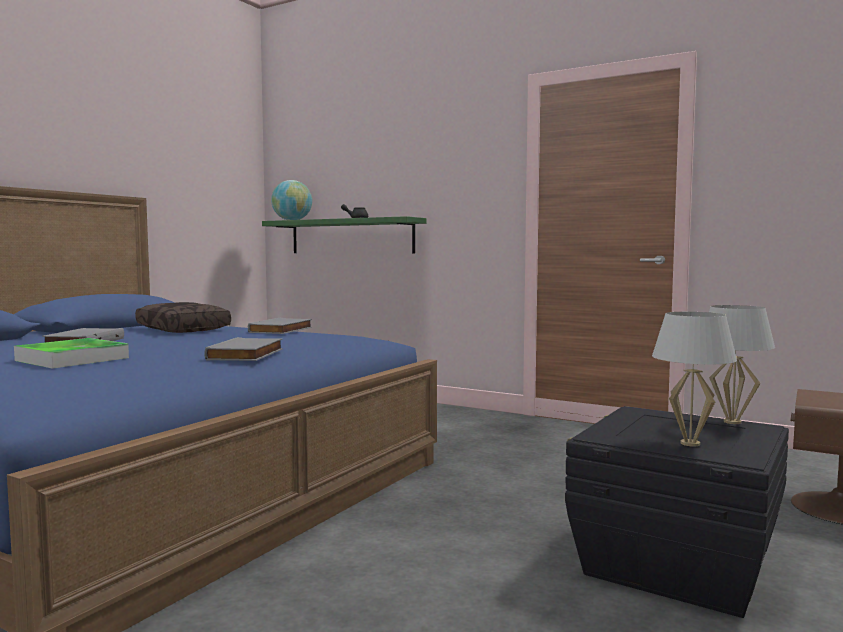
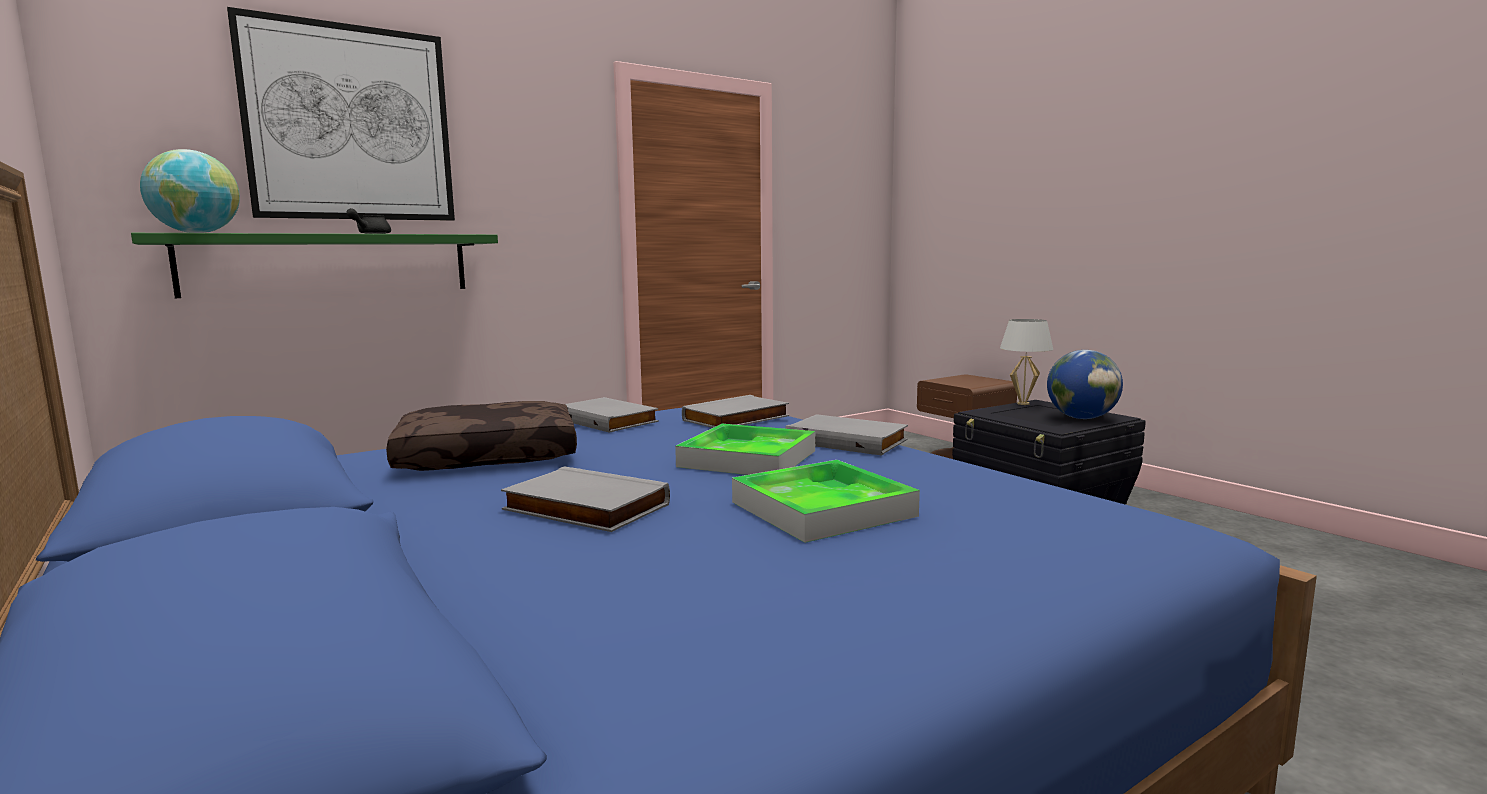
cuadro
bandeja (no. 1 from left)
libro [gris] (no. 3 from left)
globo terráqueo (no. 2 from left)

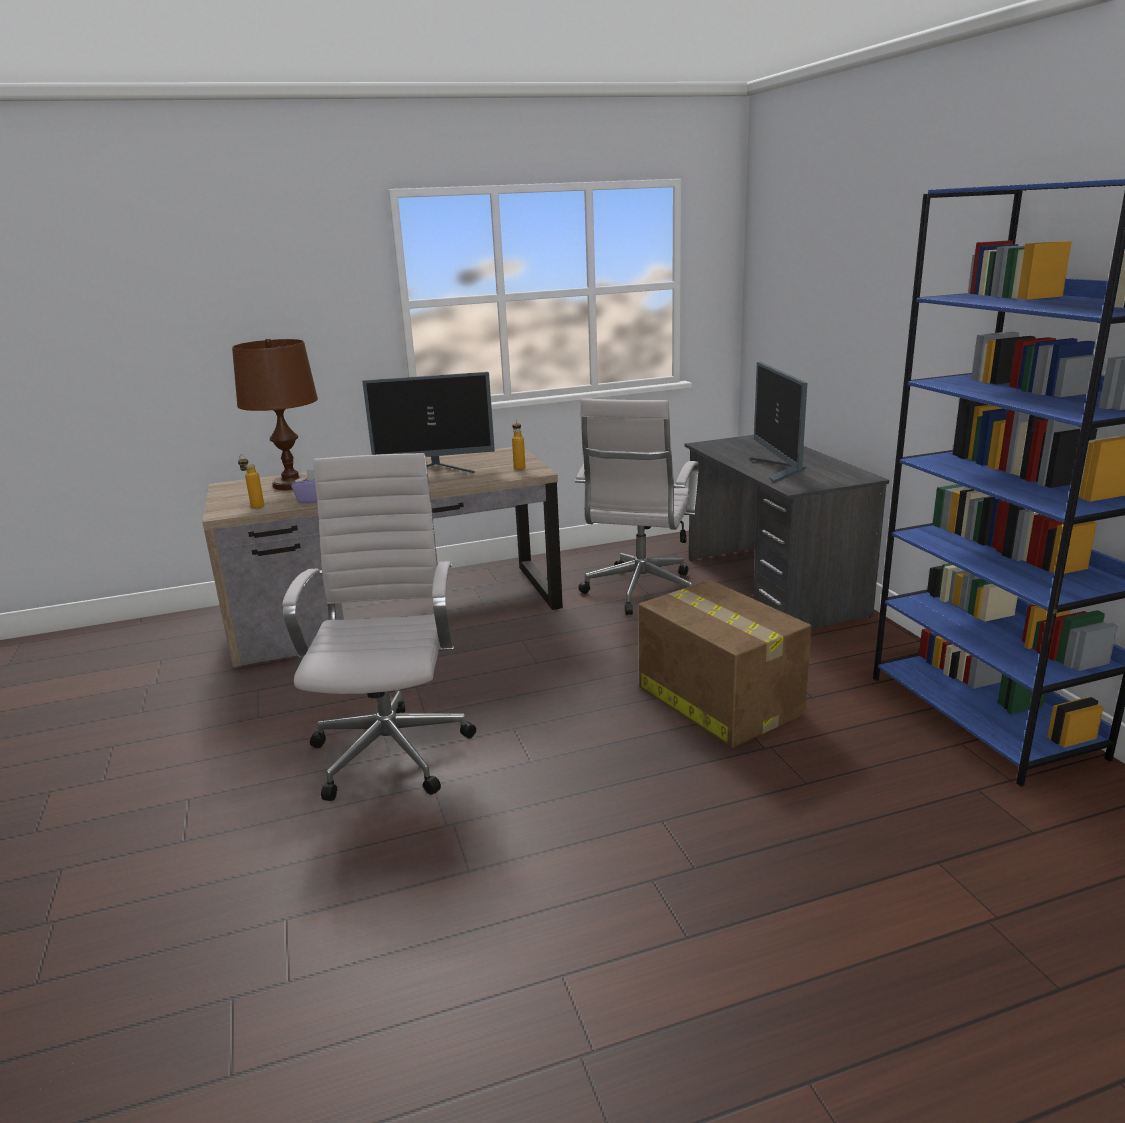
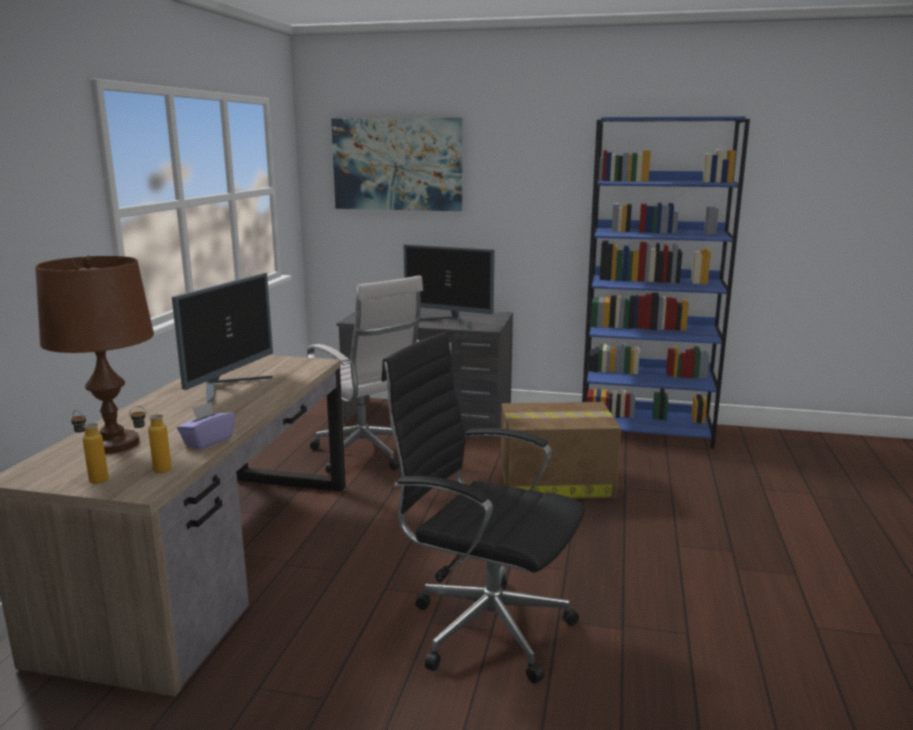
cuadro
botella (no. 1 from left)
silla de oficina [negro]

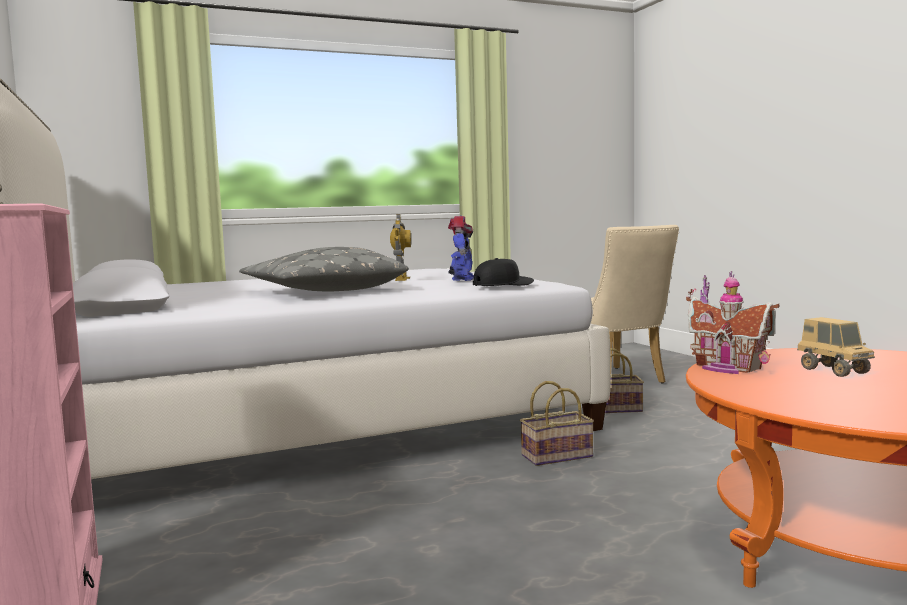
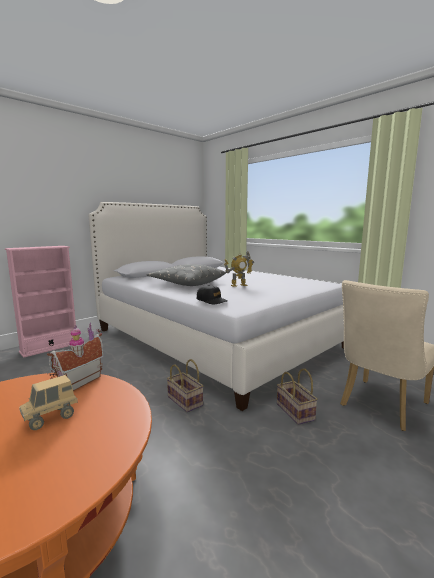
robot de juguete (no. 2 from left in the first image)

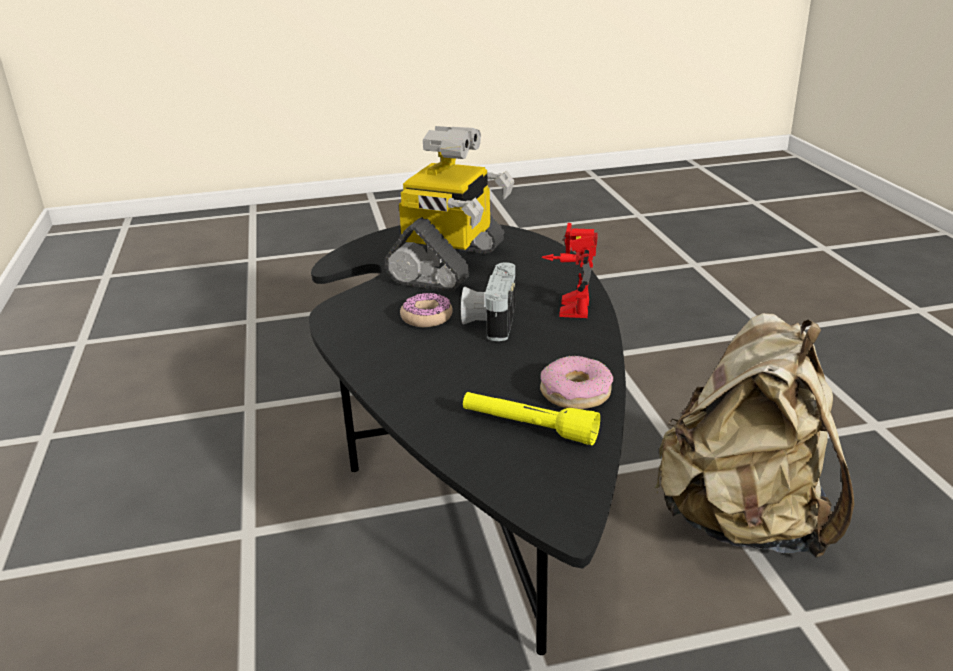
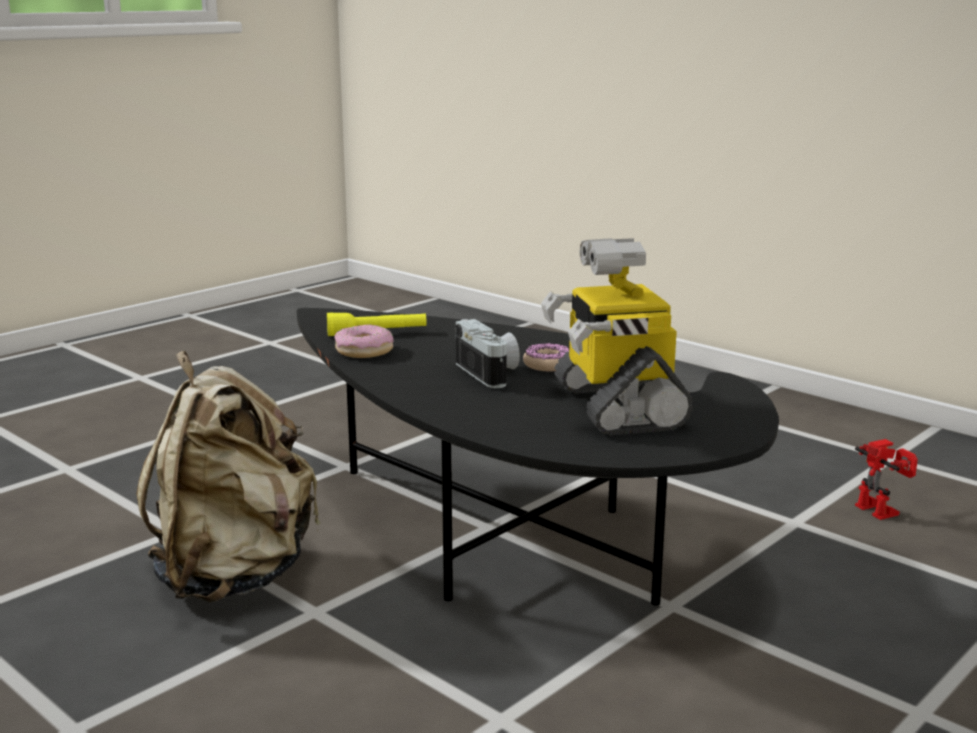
robot de juguete (no. 2 from left)

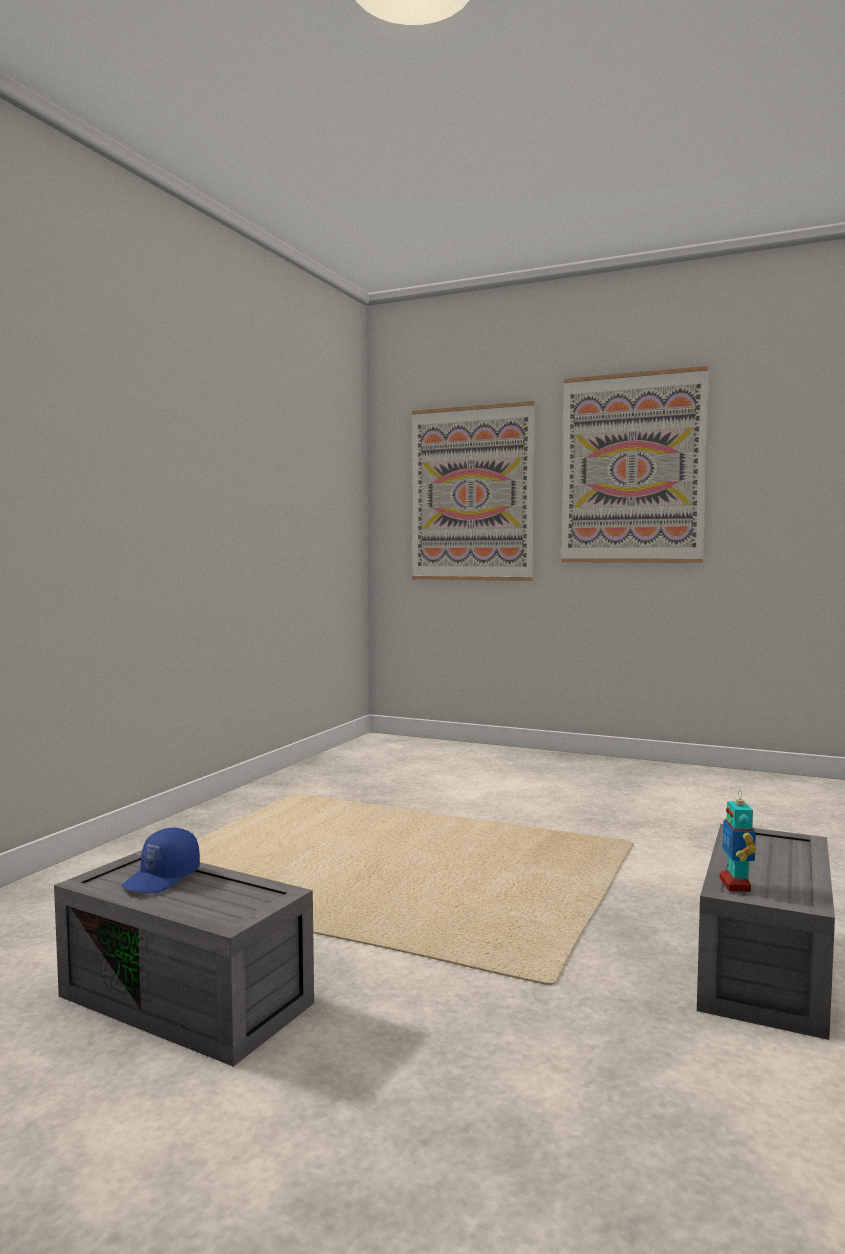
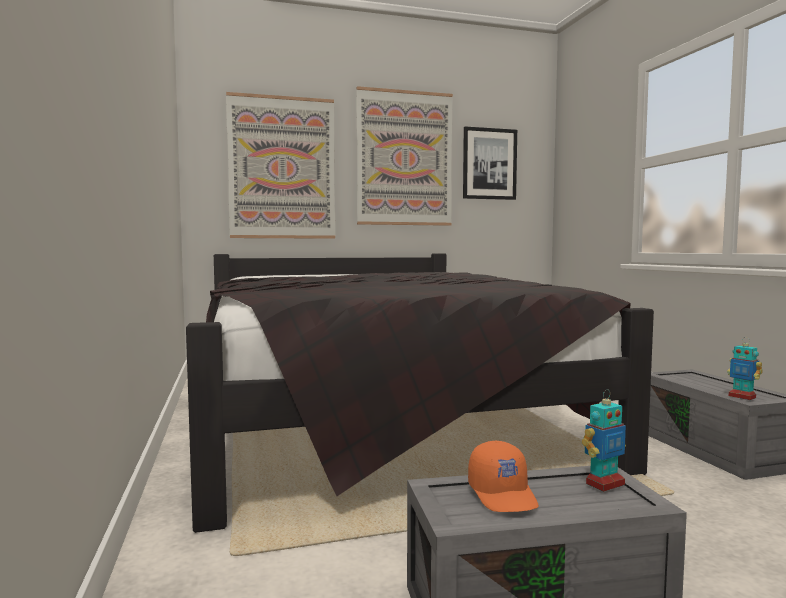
cama [negro]
cuadro (no. 3 from left)
robot de juguete (no. 1 from left)
gorra [naranja]

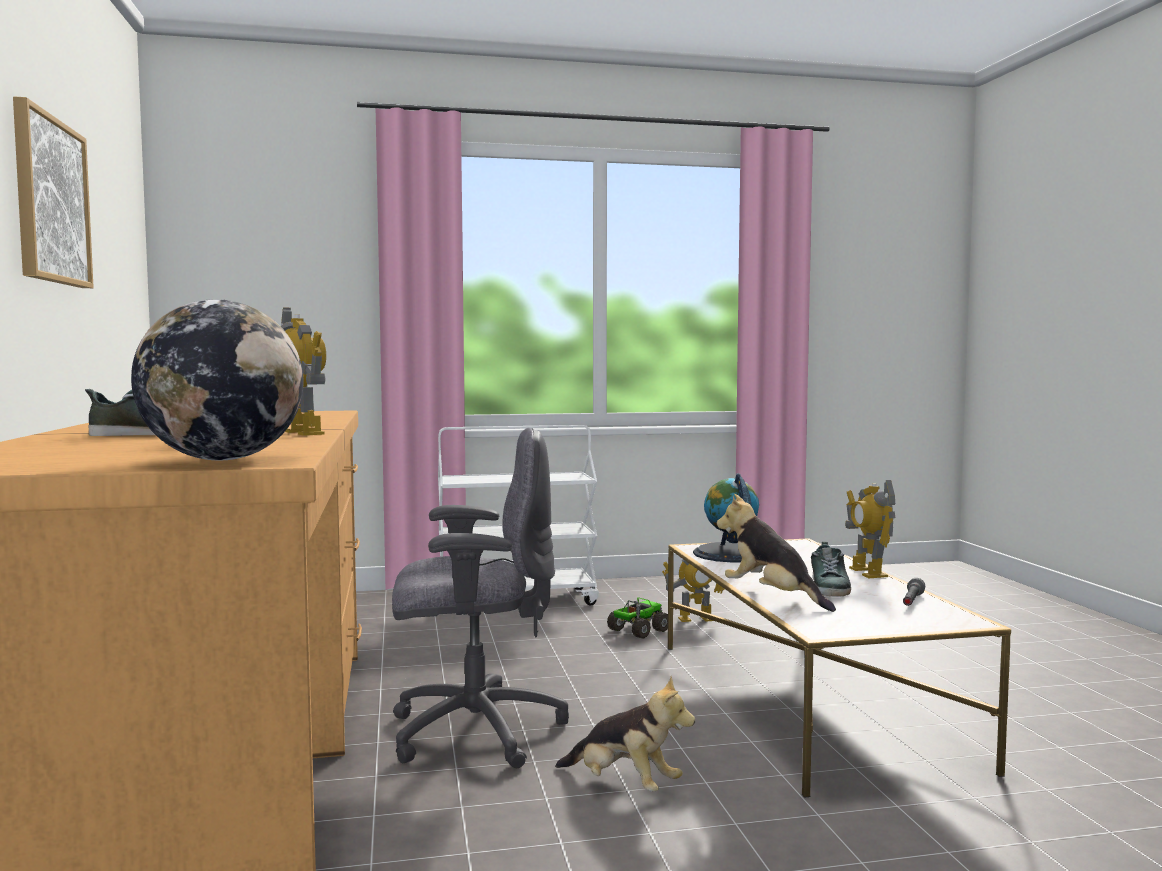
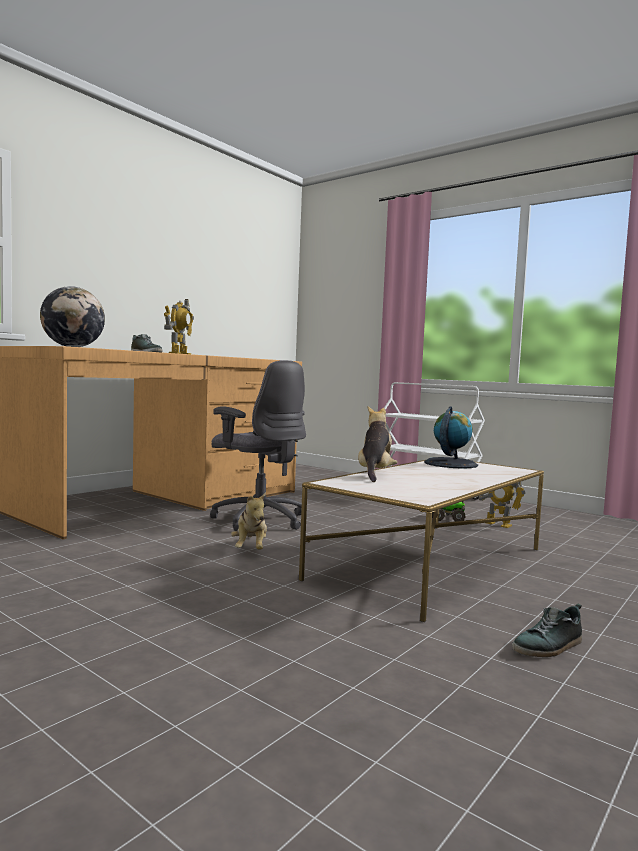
cuadro
robot de juguete (no. 3 from left in the first image)
linterna [gris]
zapato (no. 2 from left)

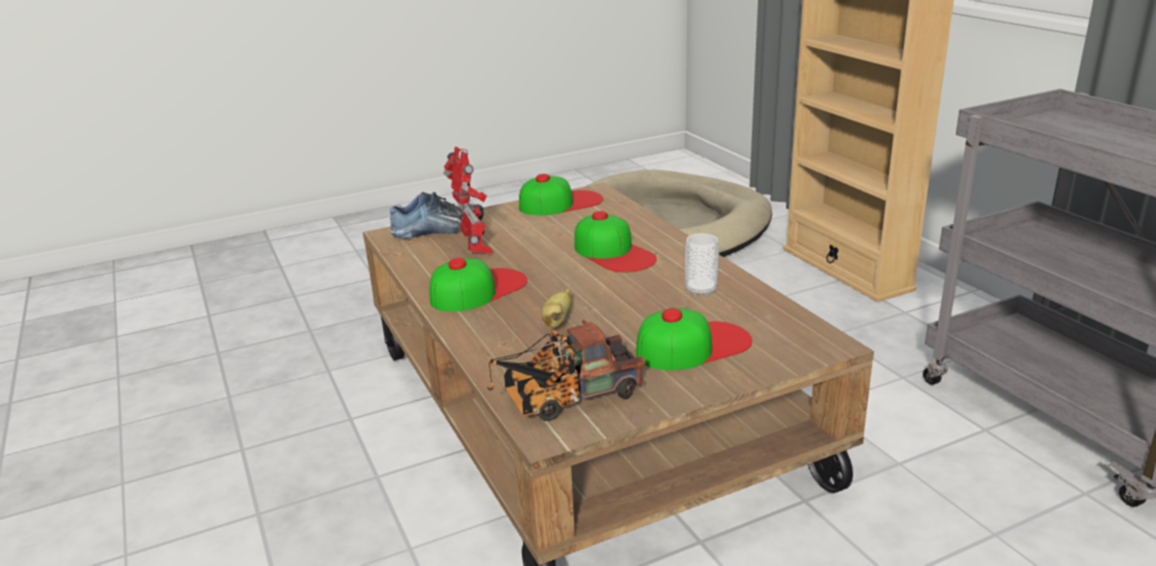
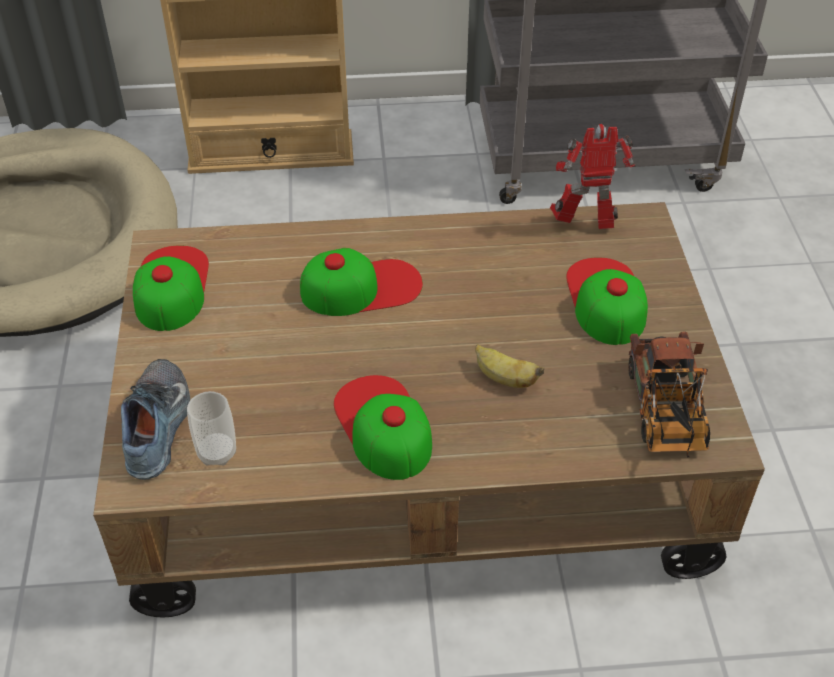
robot de juguete
taza

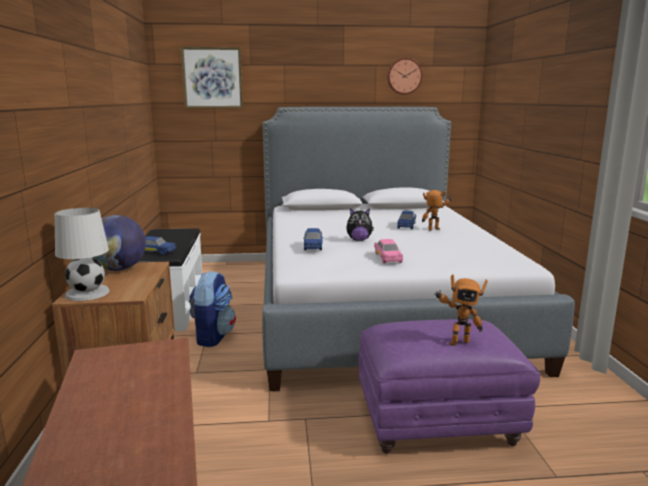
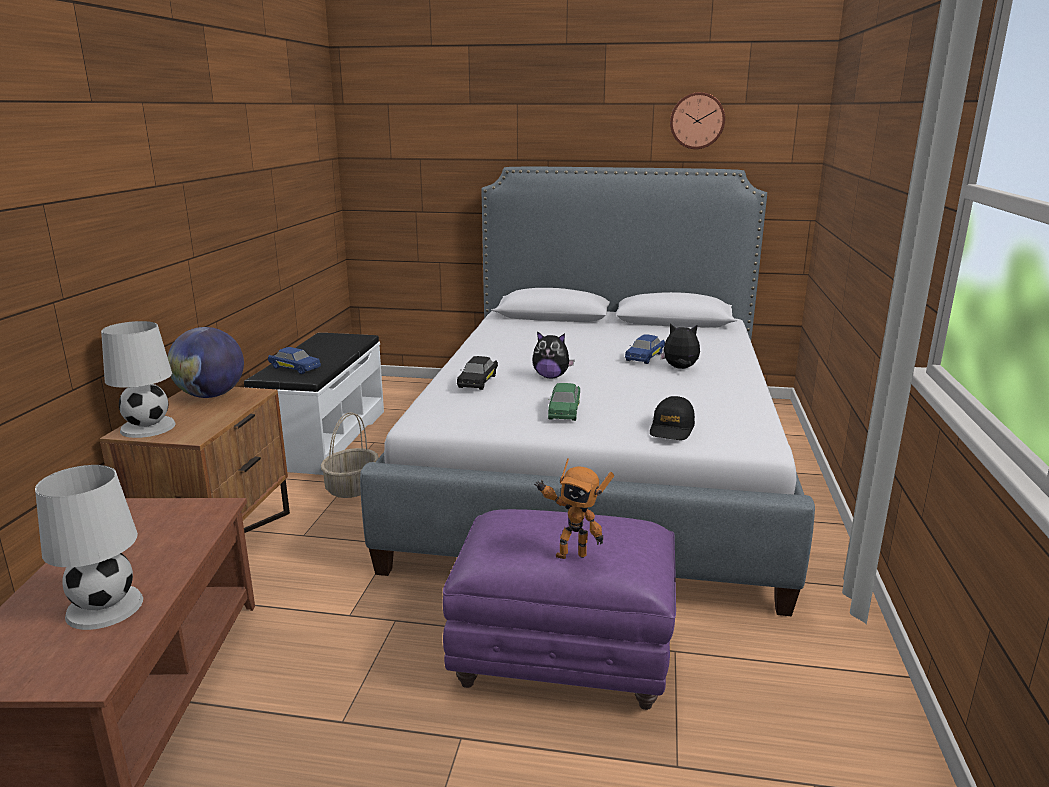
cuadro
lámpara de mesa [blanco] (no. 1 from left)
gorra [negro]
cesta
peluche (no. 2 from left)
coche de juguete [negro]
coche de juguete [verde]

